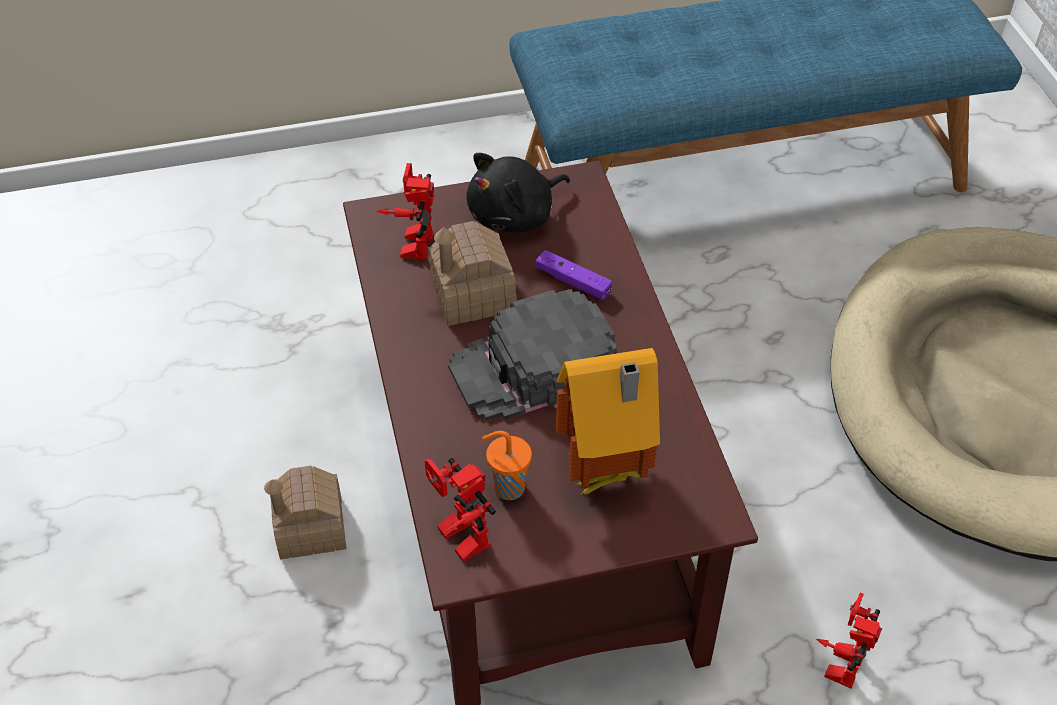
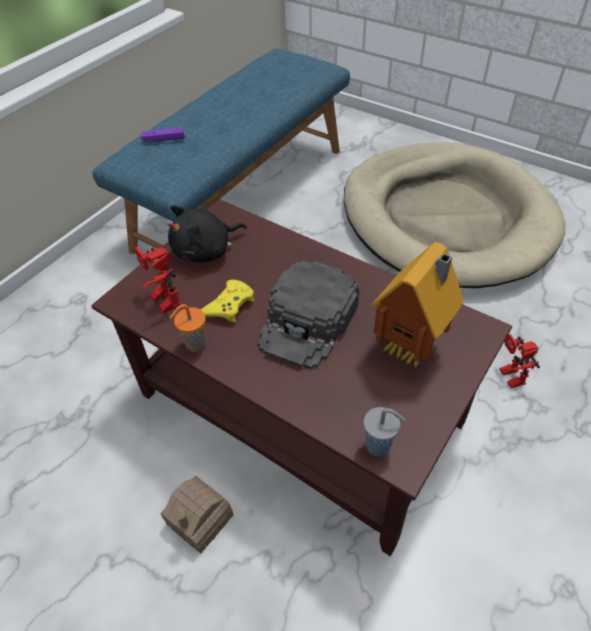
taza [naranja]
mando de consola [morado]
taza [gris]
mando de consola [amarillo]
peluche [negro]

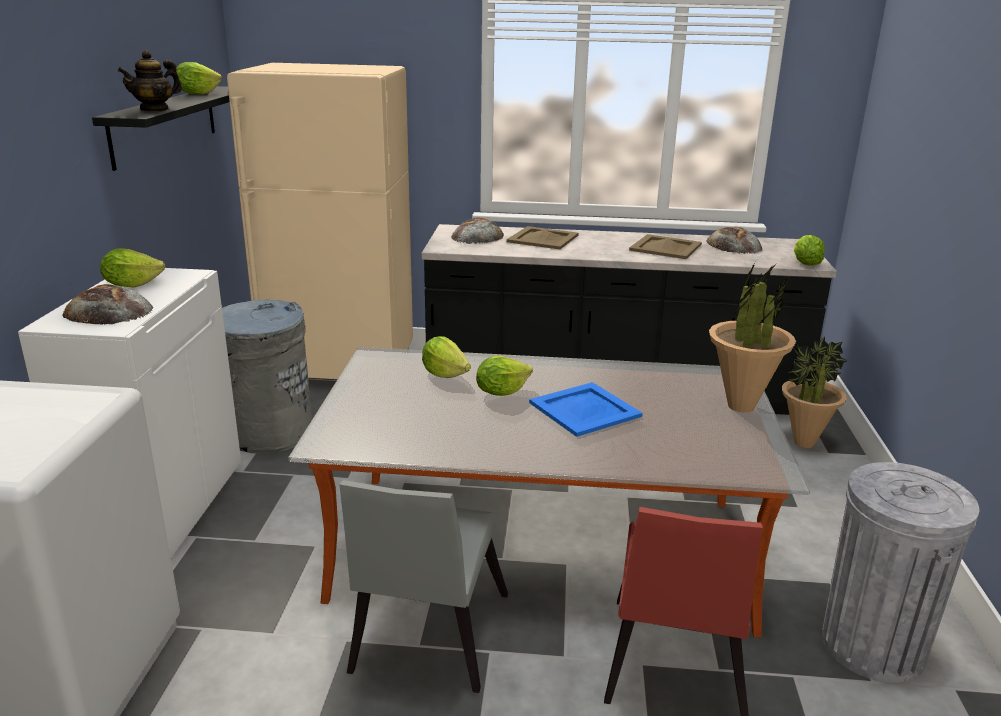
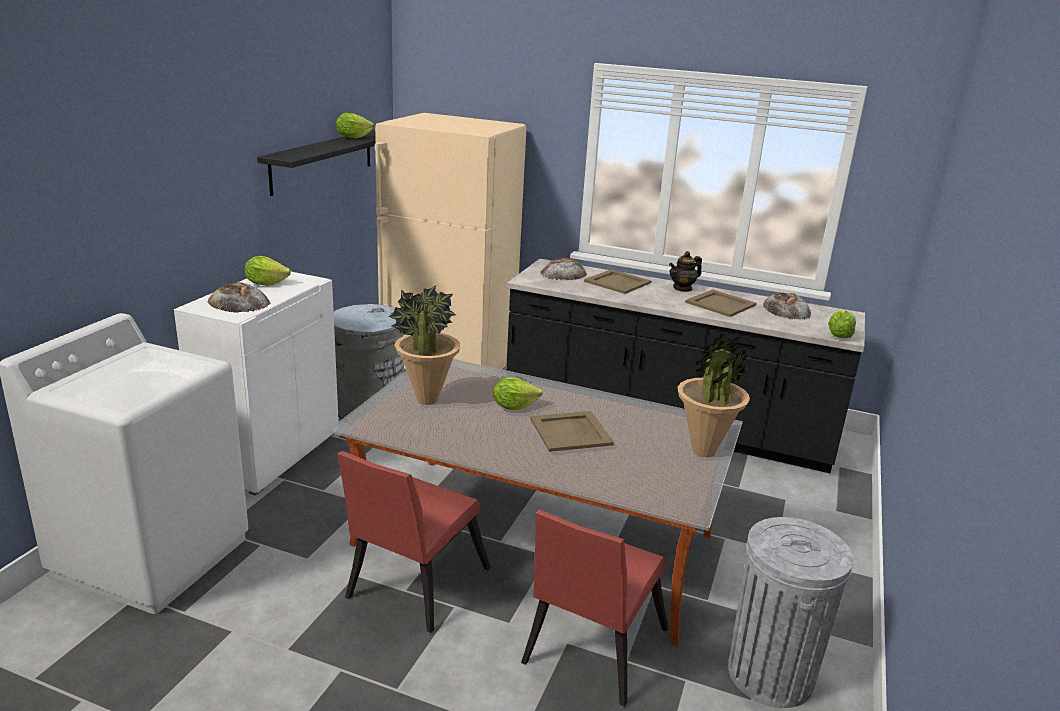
lechuga (no. 3 from left in the first image)
tetera
planta en maceta (no. 1 from left)
silla [rojo] (no. 1 from left)
bandeja [beis] (no. 1 from left)

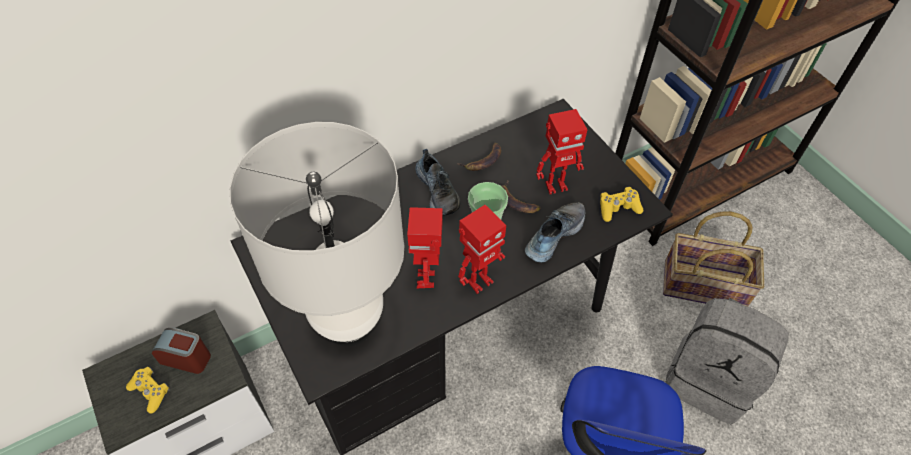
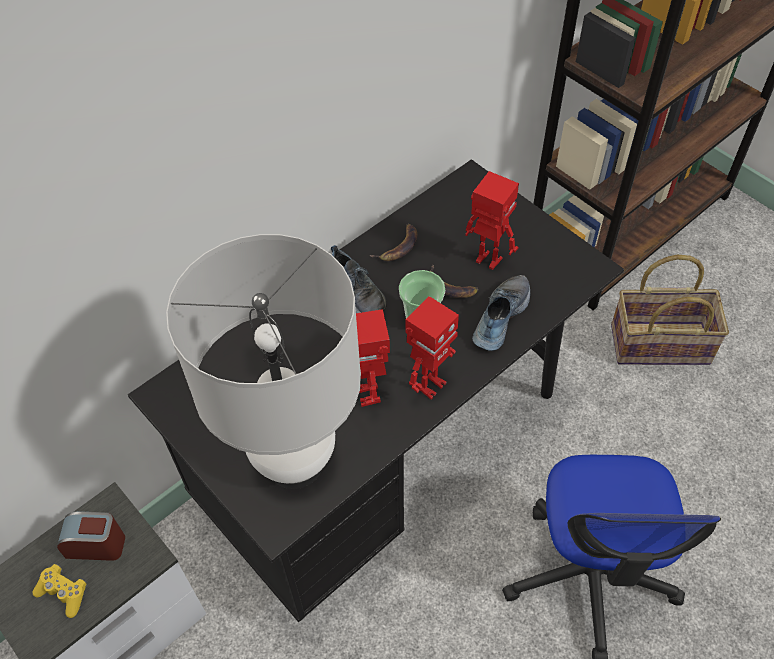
mando de consola [amarillo] (no. 2 from left in the first image)
mochila [gris]
robot de juguete (no. 3 from left)

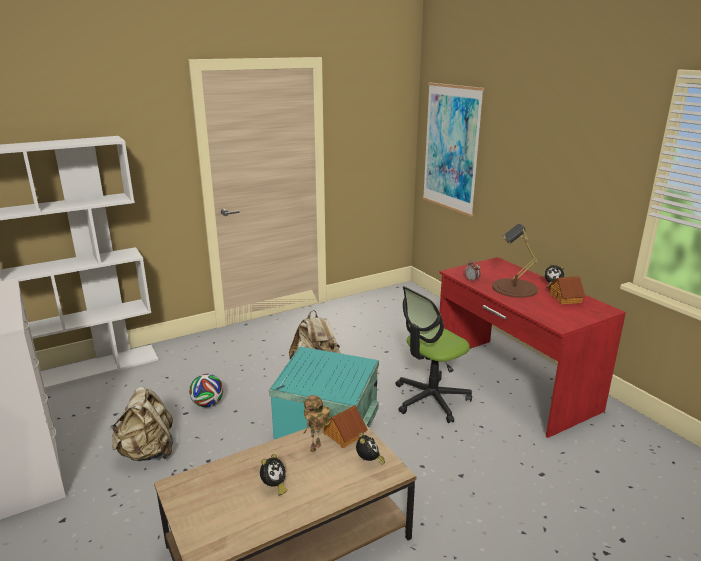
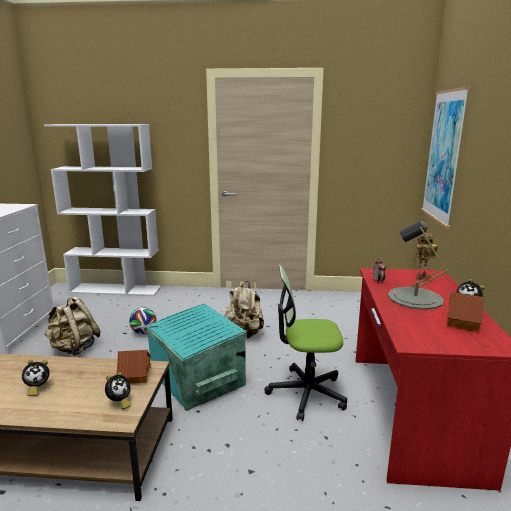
robot de juguete
lámpara de mesa [gris]

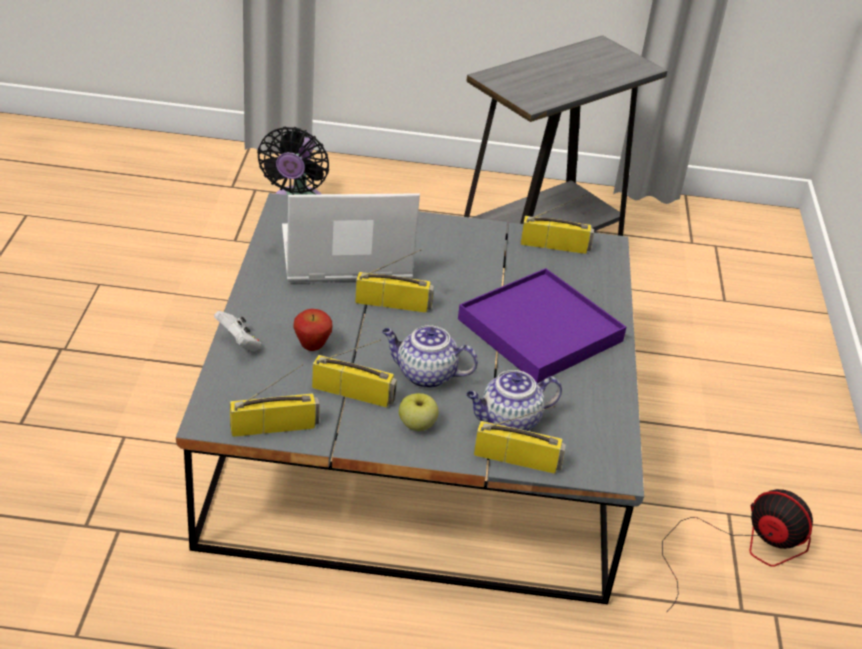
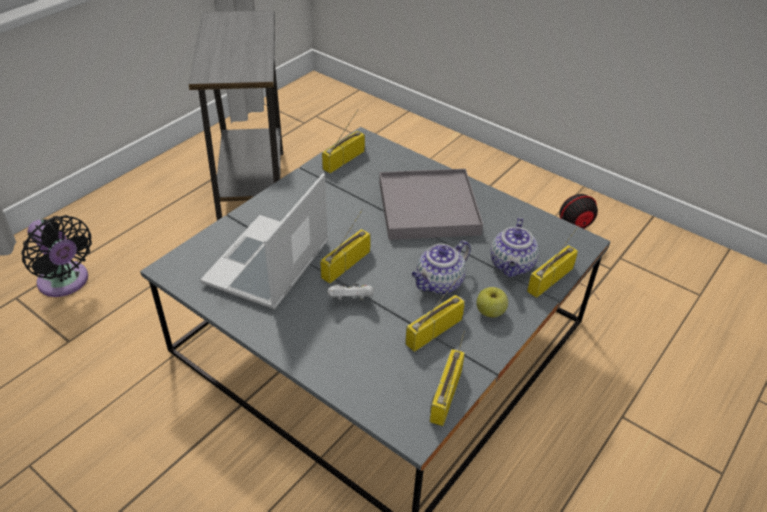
manzana (no. 1 from left in the first image)
mando de consola [blanco]
bandeja [gris]

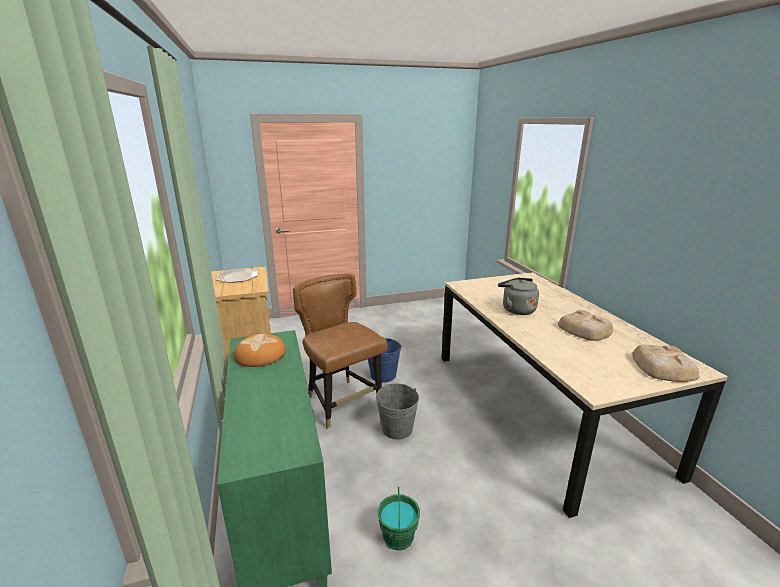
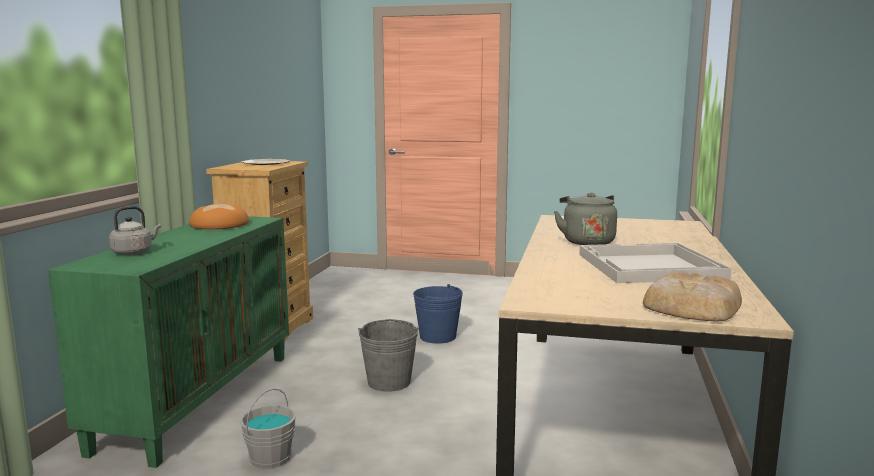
silla [marrón]
hervidor [gris] (no. 1 from left)
bandeja [blanco]
cubo [gris] (no. 1 from left)

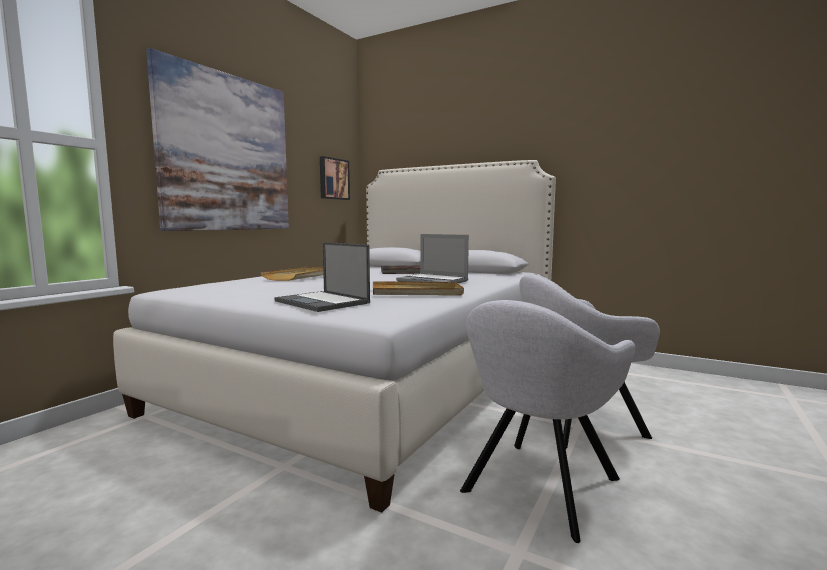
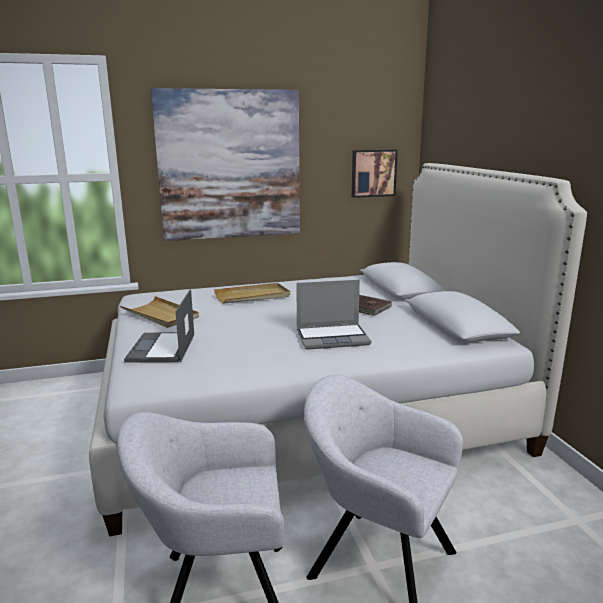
bandeja [beis] (no. 1 from left)
portátil (no. 2 from left)

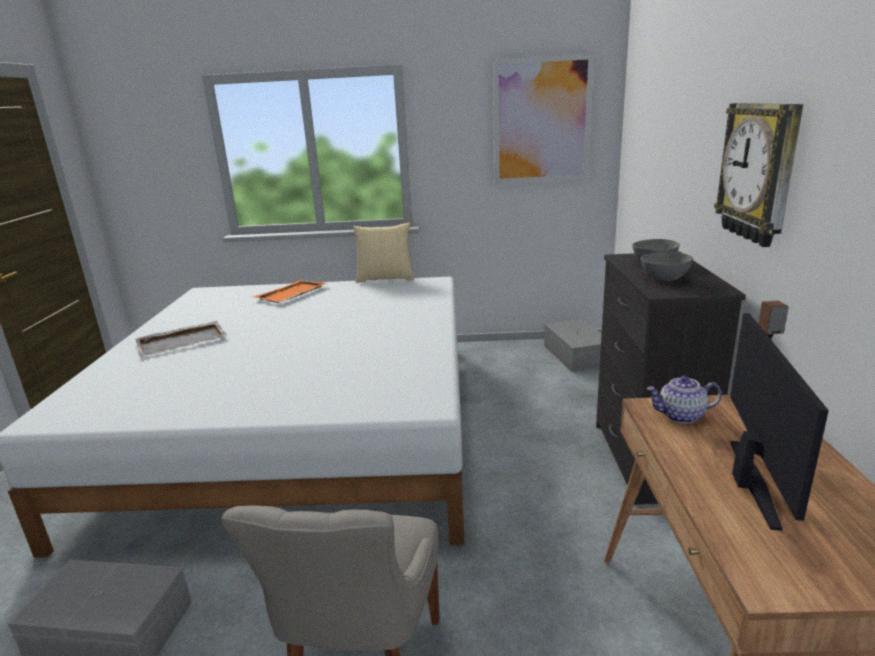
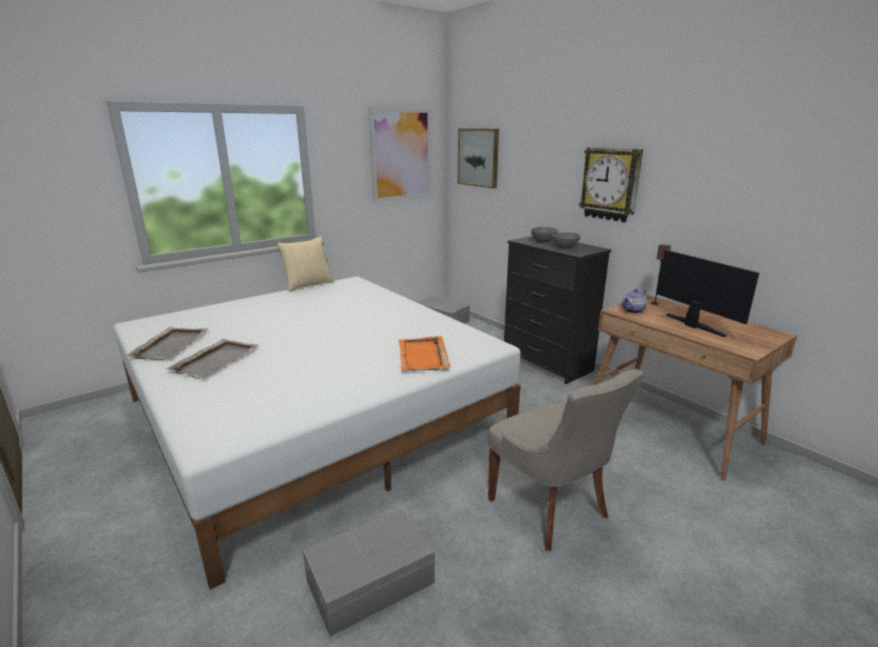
bandeja [gris] (no. 1 from left)
cuadro (no. 2 from left)
bandeja [naranja]

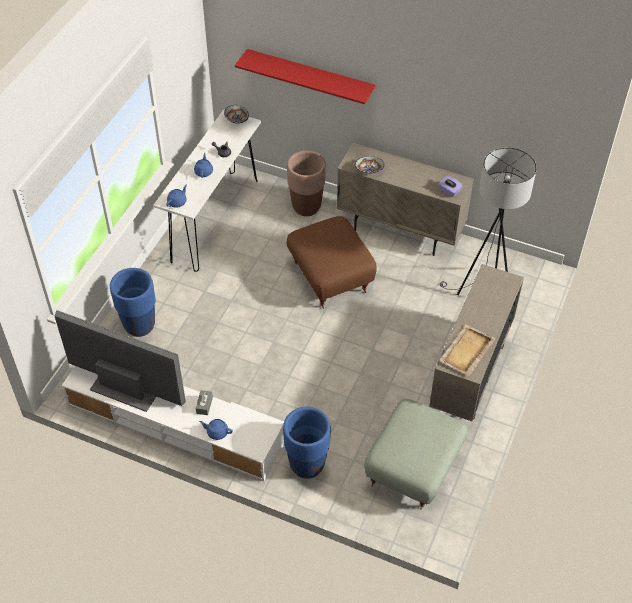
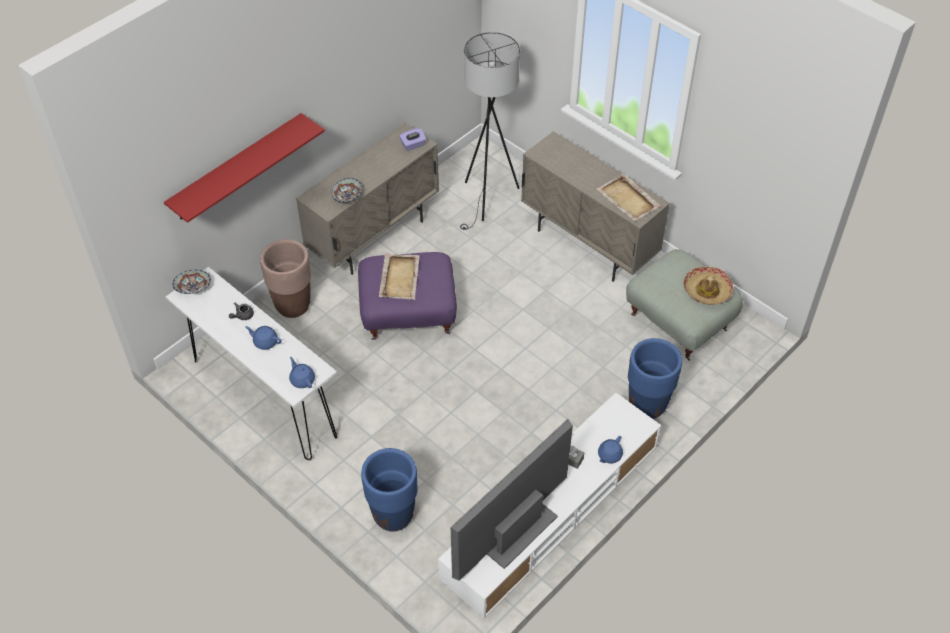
bandeja [beis] (no. 1 from left)
sombrero
puf [morado]

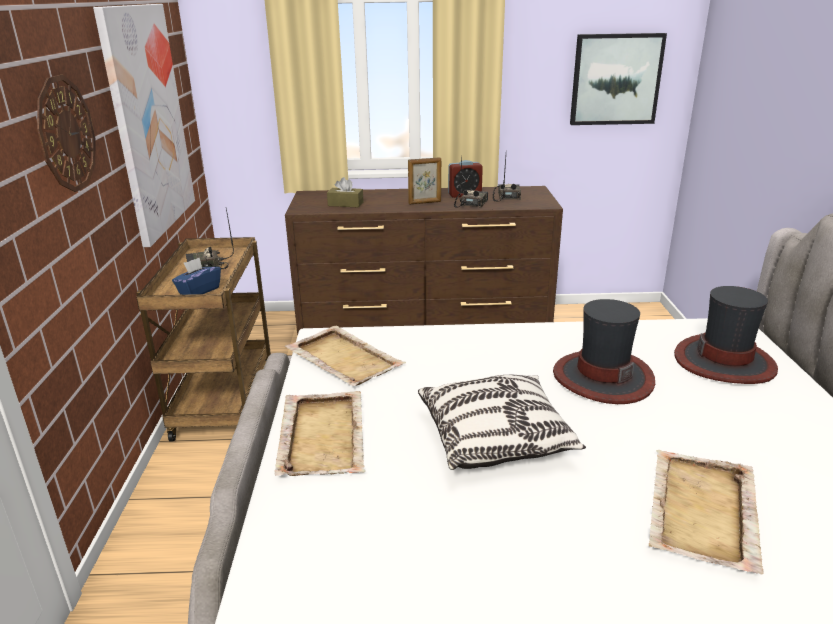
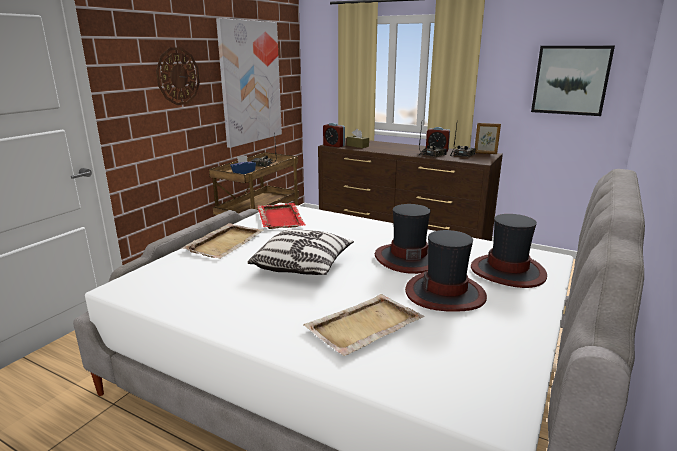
despertador (no. 1 from left)
sombrero (no. 2 from left)
portarretratos
bandeja [rojo]

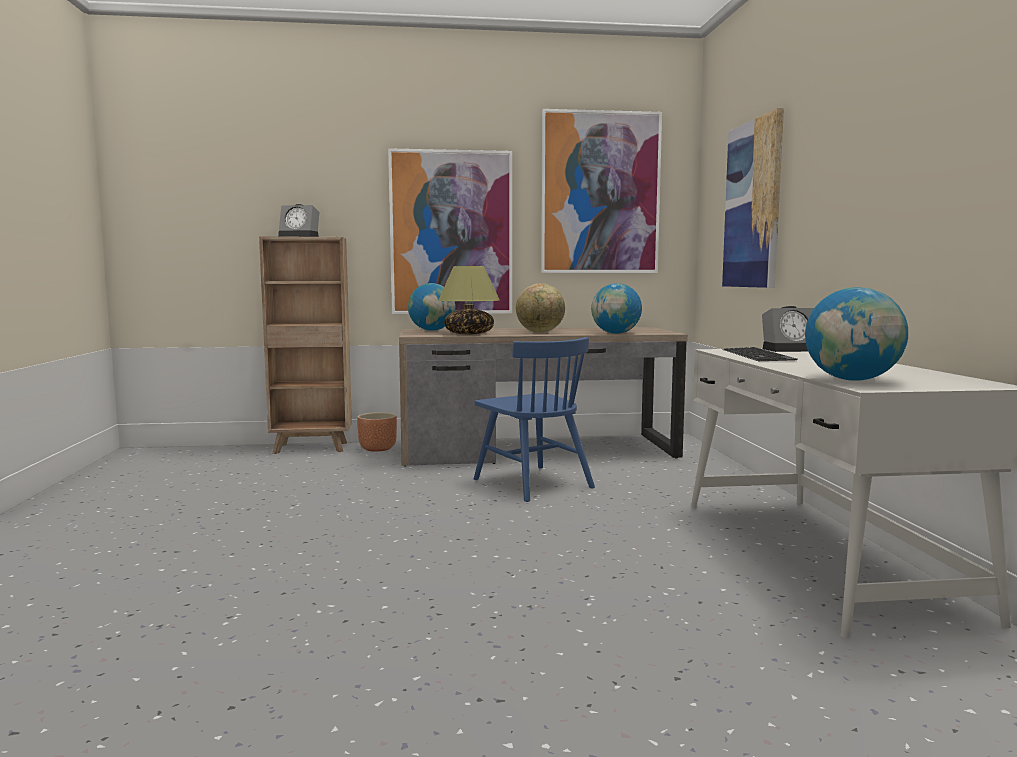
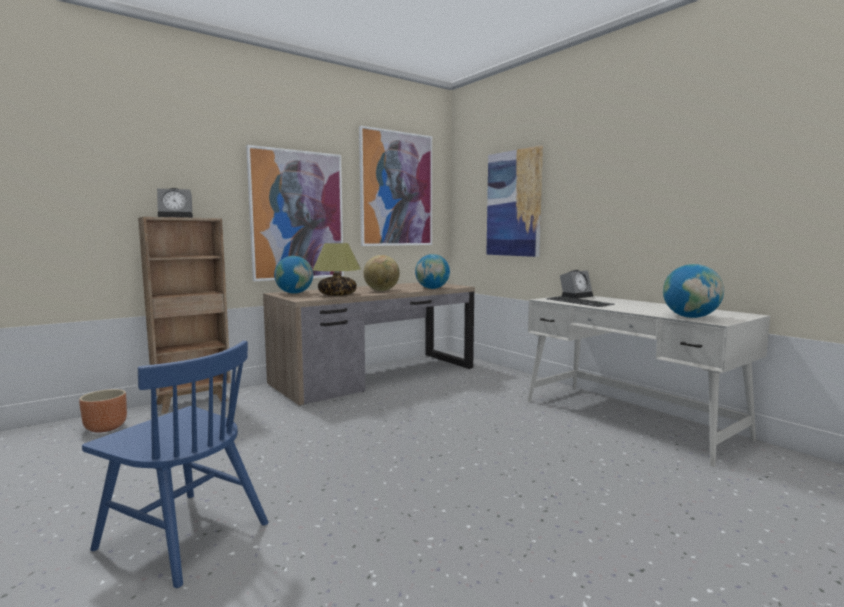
maceta [marrón]
silla [azul]

